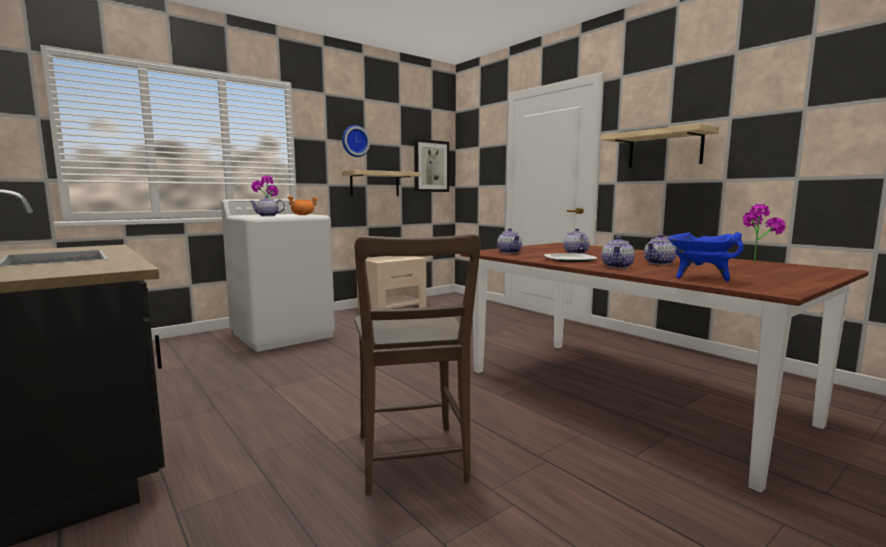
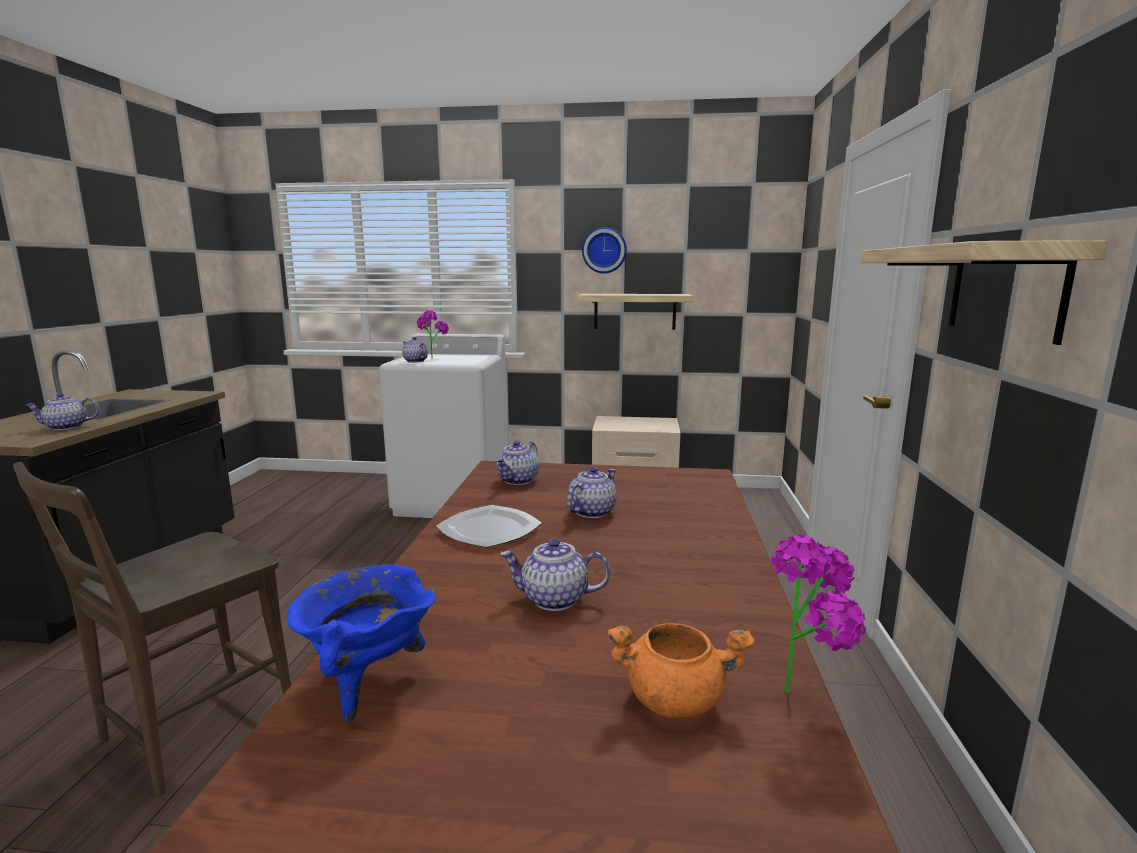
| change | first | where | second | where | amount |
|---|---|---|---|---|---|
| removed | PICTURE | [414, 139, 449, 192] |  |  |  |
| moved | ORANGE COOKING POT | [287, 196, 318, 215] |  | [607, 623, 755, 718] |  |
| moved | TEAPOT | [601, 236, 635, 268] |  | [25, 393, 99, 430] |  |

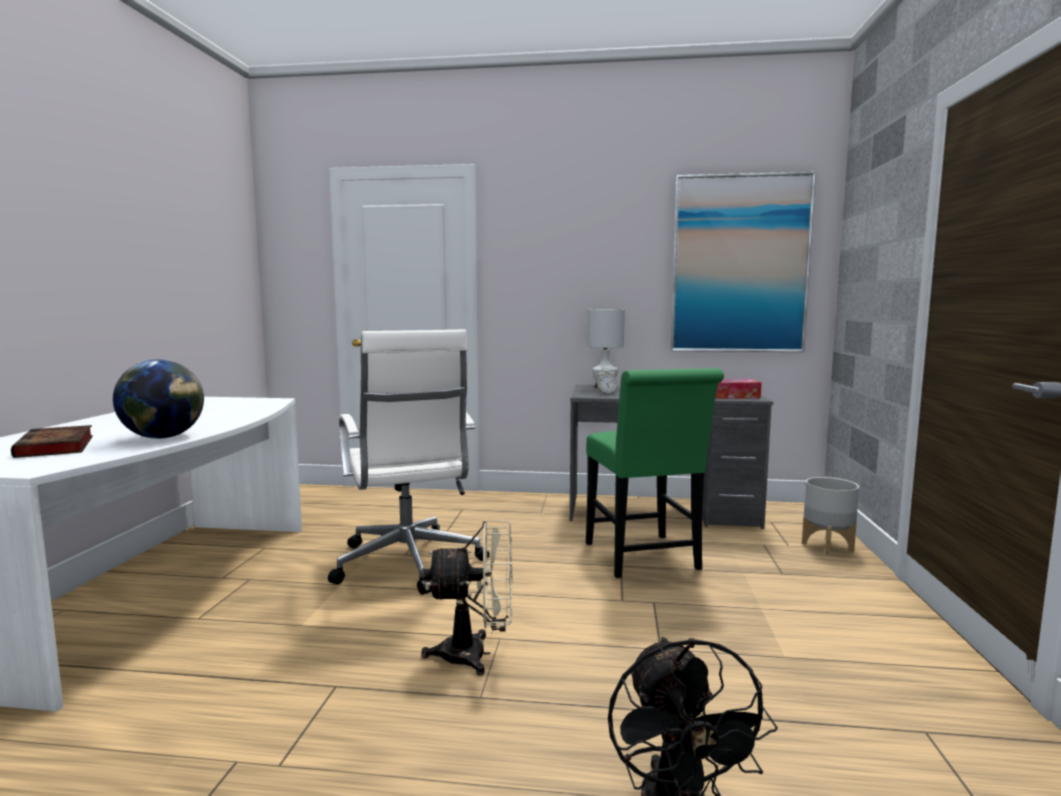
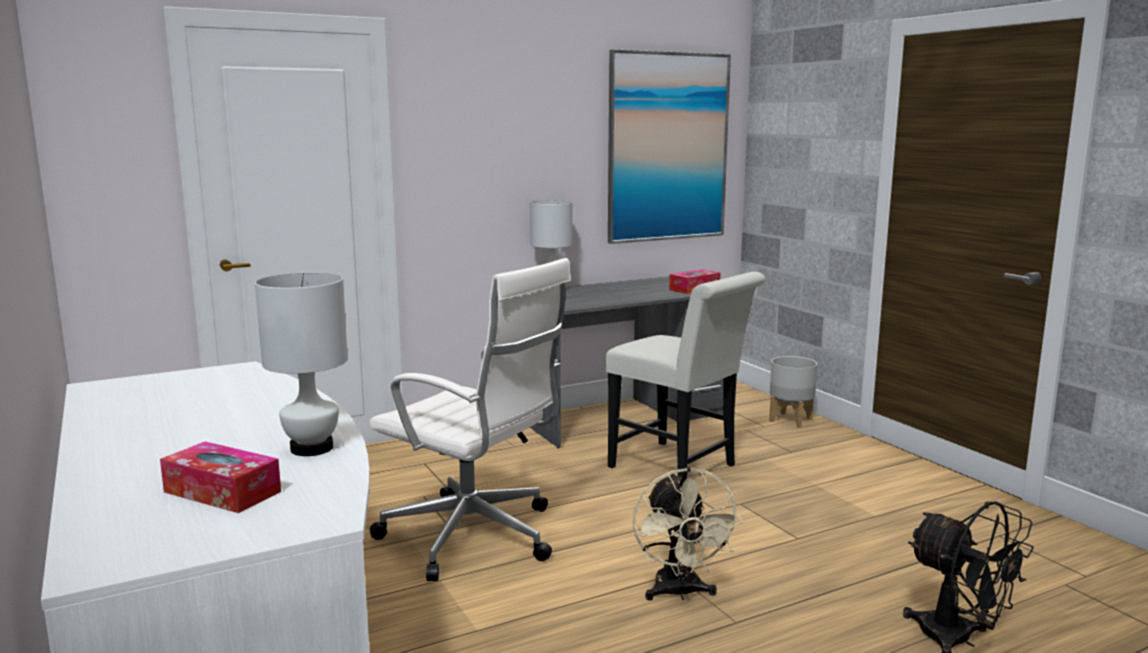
| change | first | where | second | where | amount |
|---|---|---|---|---|---|
| removed | ALARM CLOCK | [596, 368, 617, 394] |  |  |  |
| replaced | BOOK | [11, 425, 93, 458] | TISSUE BOX | [160, 441, 281, 513] |  |
| replaced | GLOBE | [113, 360, 204, 439] | WHITE TABLE LAMP | [255, 273, 348, 456] |  |
| recoloured | GREEN CHAIR | [586, 368, 724, 578] | WHITE CHAIR | [605, 272, 765, 479] |  |
| turned | BEIGE FAN | [421, 520, 512, 676] |  | [633, 467, 743, 600] | 120 degrees clockwise |

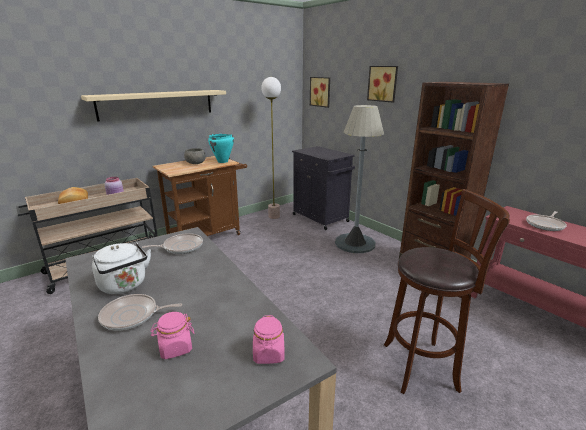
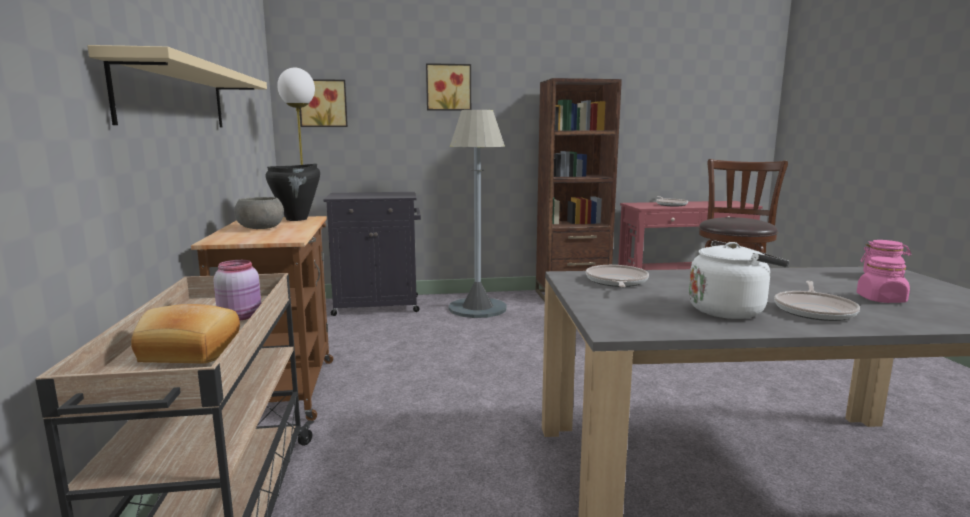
| change | first | where | second | where | amount |
|---|---|---|---|---|---|
| recoloured | TURQUOISE COOKING POT | [208, 134, 234, 163] | BLACK COOKING POT | [266, 163, 320, 221] |  |

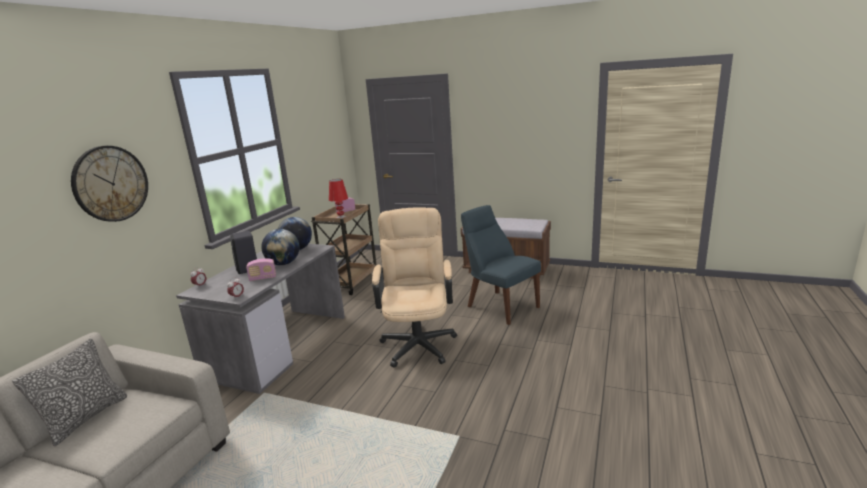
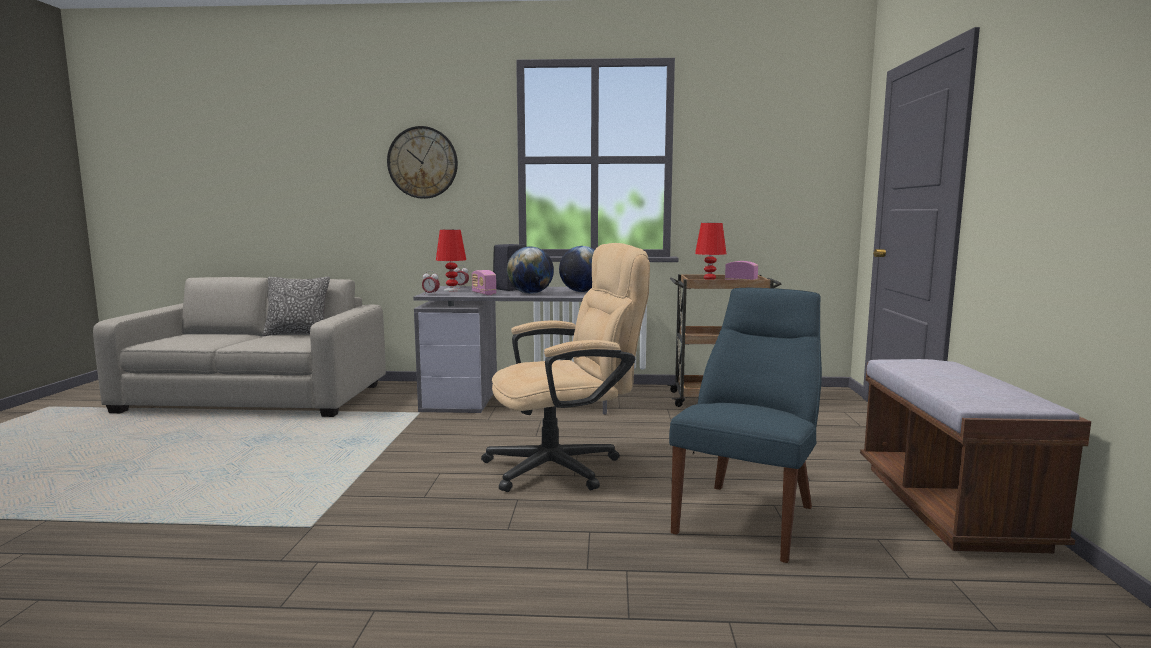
| change | first | where | second | where | amount |
|---|---|---|---|---|---|
| added |  |  | RED TABLE LAMP | [436, 229, 466, 291] |  |

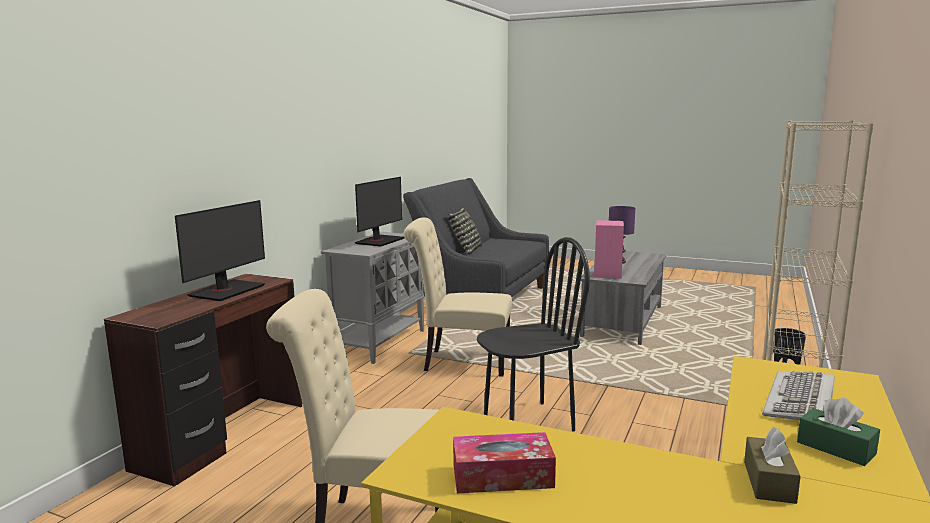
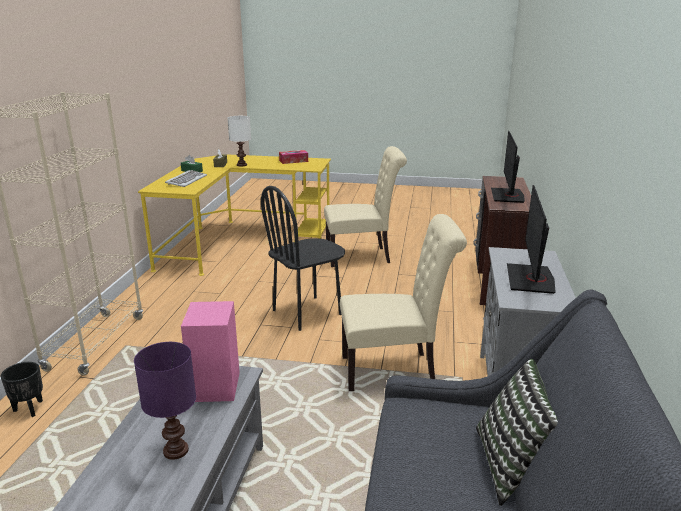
| change | first | where | second | where | amount |
|---|---|---|---|---|---|
| added |  |  | WHITE TABLE LAMP | [228, 116, 251, 167] |  |

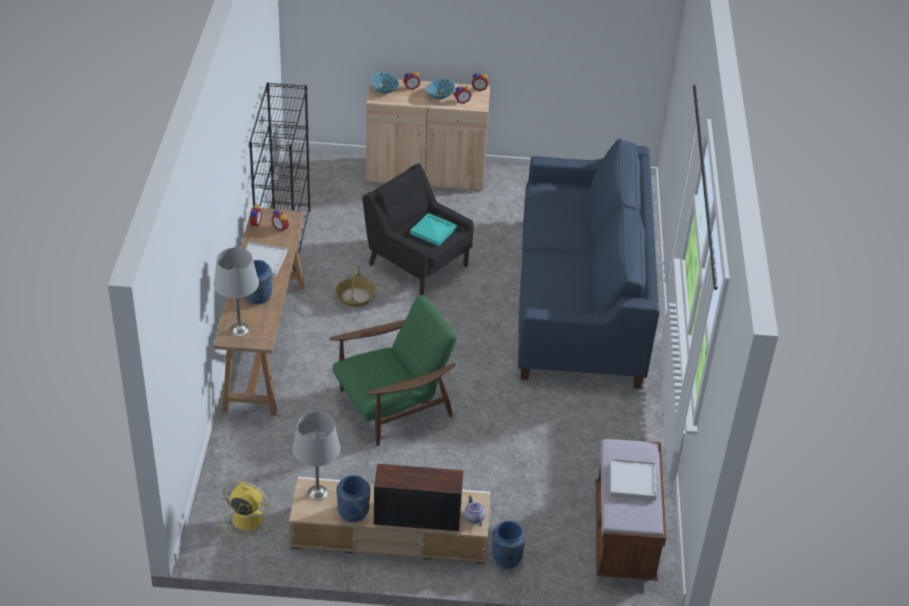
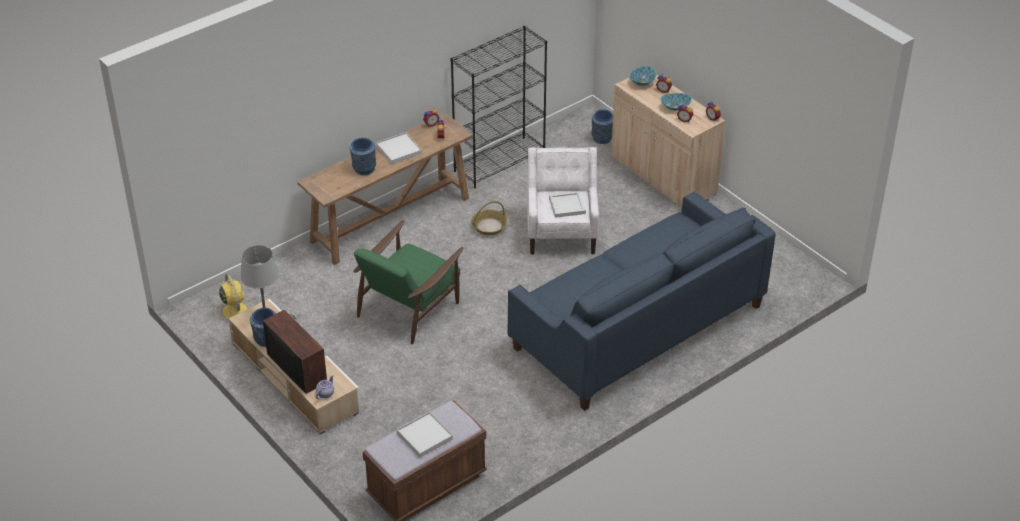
| change | first | where | second | where | amount |
|---|---|---|---|---|---|
| removed | GREY TABLE LAMP | [214, 248, 259, 336] |  |  |  |
| moved | BLUE VASE | [492, 521, 526, 569] |  | [592, 109, 613, 144] |  |
| recoloured | BLACK ARMCHAIR | [362, 164, 474, 295] | WHITE ARMCHAIR | [527, 147, 599, 255] |  |
| recoloured | TURQUOISE TRAY | [410, 213, 457, 246] | WHITE TRAY | [549, 191, 586, 218] |  |
| turned | GREEN ARMCHAIR | [329, 295, 457, 446] |  | [353, 220, 463, 344] | 105 degrees clockwise |

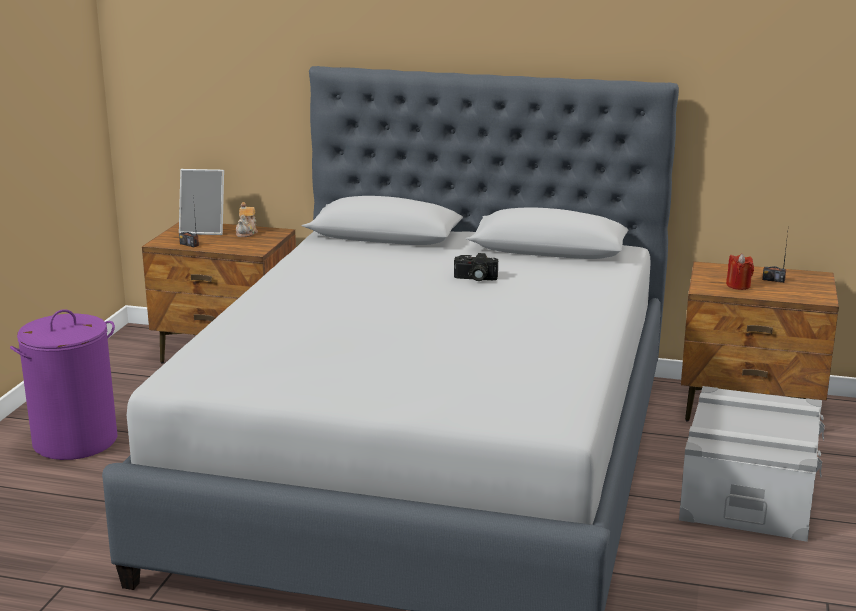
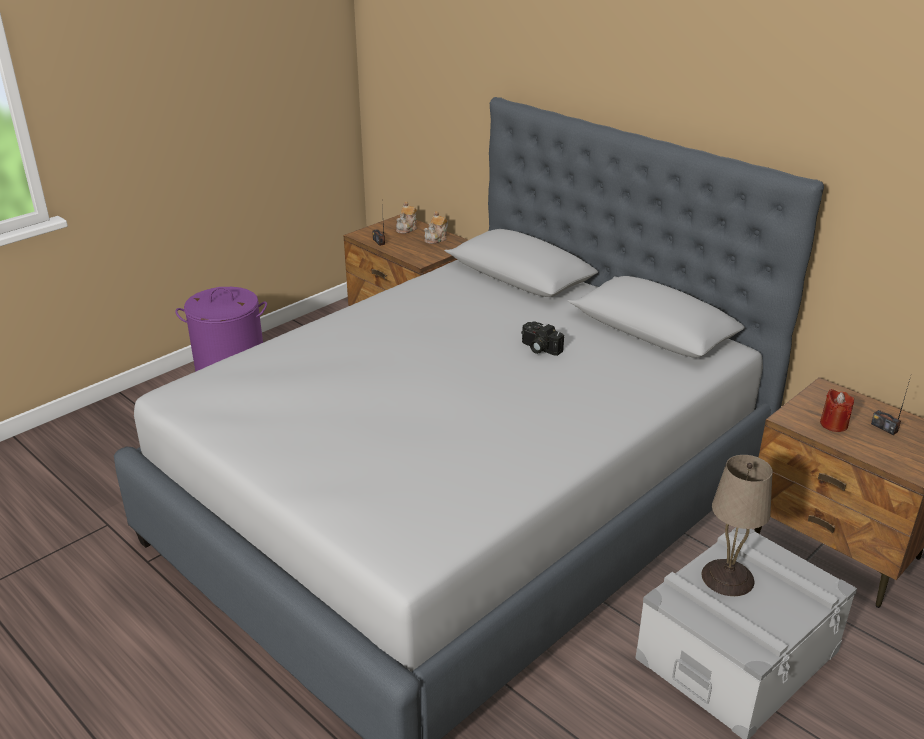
| change | first | where | second | where | amount |
|---|---|---|---|---|---|
| added |  |  | BEIGE TABLE LAMP | [701, 455, 772, 596] |  |
| replaced | PICTURE FRAME | [179, 169, 224, 235] | TEAPOT | [396, 201, 417, 234] |  |

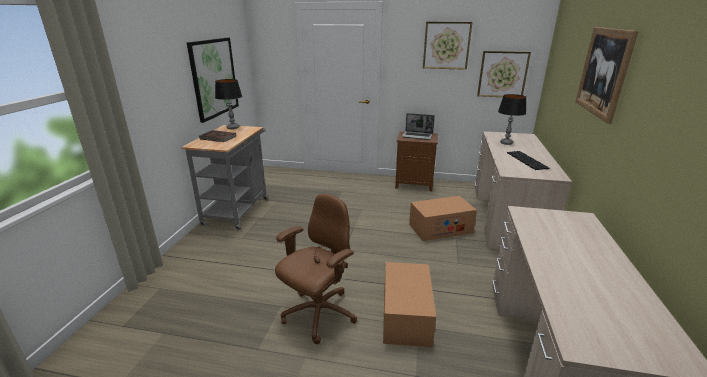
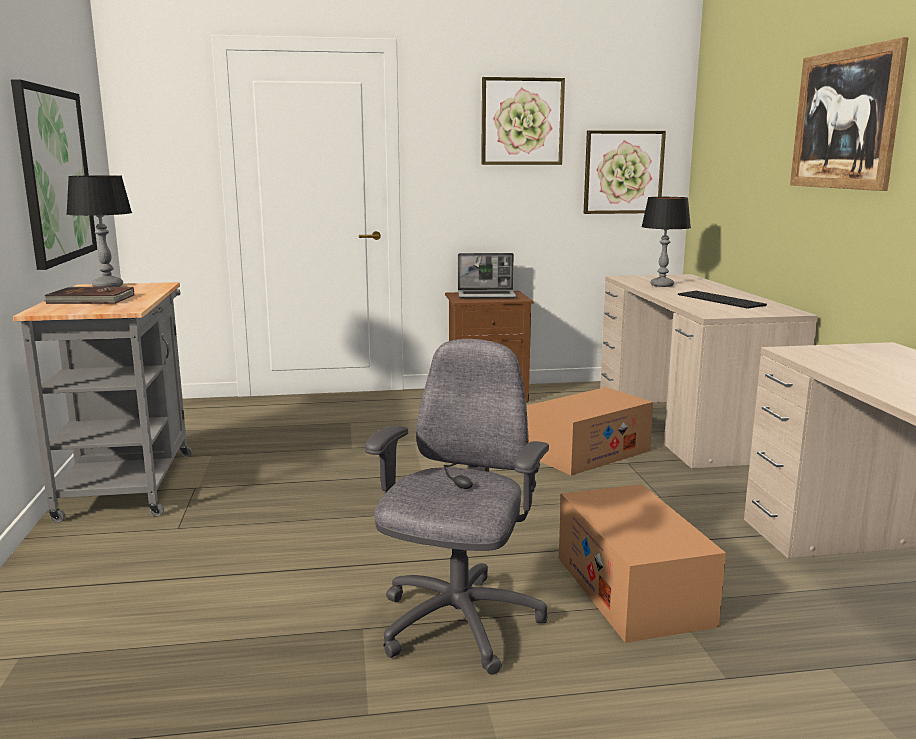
| change | first | where | second | where | amount |
|---|---|---|---|---|---|
| recoloured | BROWN OFFICE CHAIR | [275, 194, 357, 344] | GREY OFFICE CHAIR | [365, 339, 549, 675] |  |

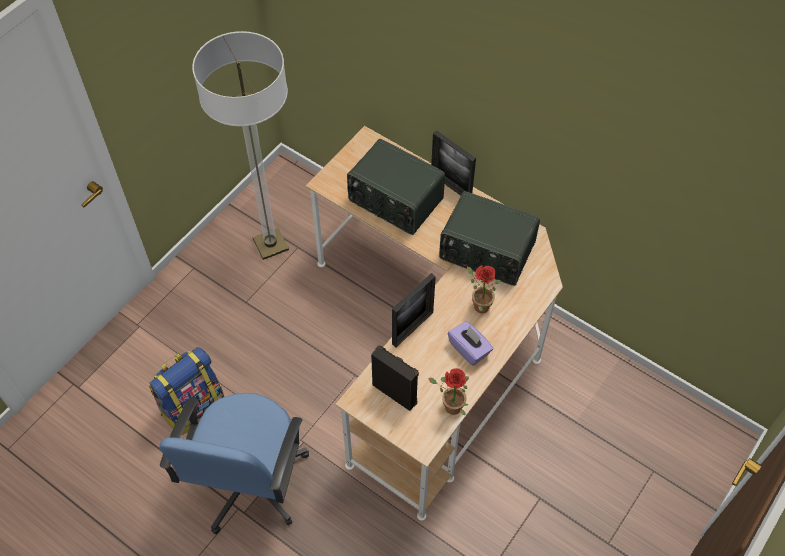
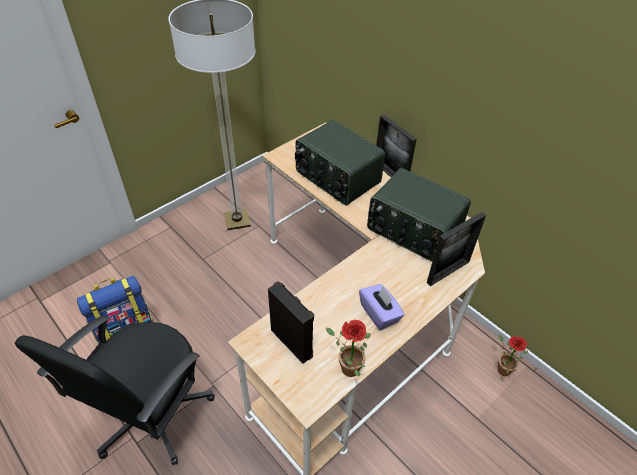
| change | first | where | second | where | amount |
|---|---|---|---|---|---|
| moved | PICTURE FRAME | [392, 273, 436, 347] |  | [427, 212, 486, 286] |  |
| moved | POTTED PLANT | [467, 265, 501, 313] |  | [497, 335, 529, 376] |  |
| recoloured | BLUE OFFICE CHAIR | [159, 393, 309, 534] | BLACK OFFICE CHAIR | [15, 316, 215, 465] |  |

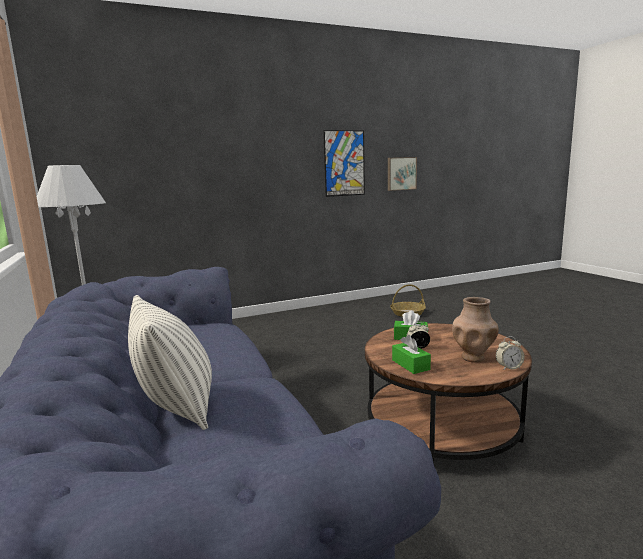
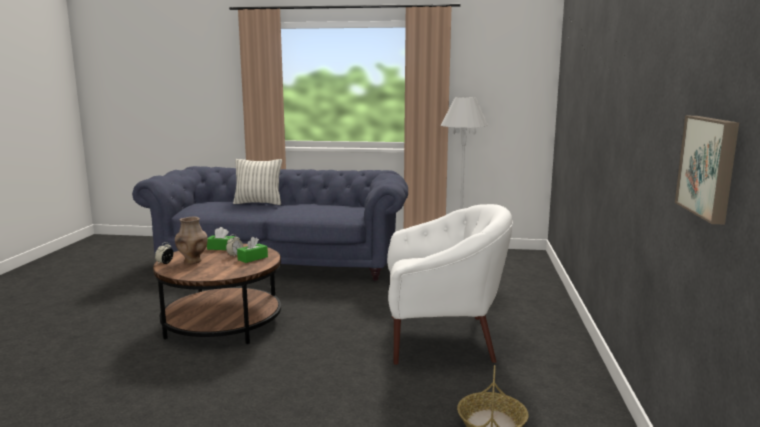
| change | first | where | second | where | amount |
|---|---|---|---|---|---|
| removed | PICTURE | [323, 130, 365, 197] |  |  |  |
| added |  |  | WHITE ARMCHAIR | [387, 204, 513, 365] |  |

